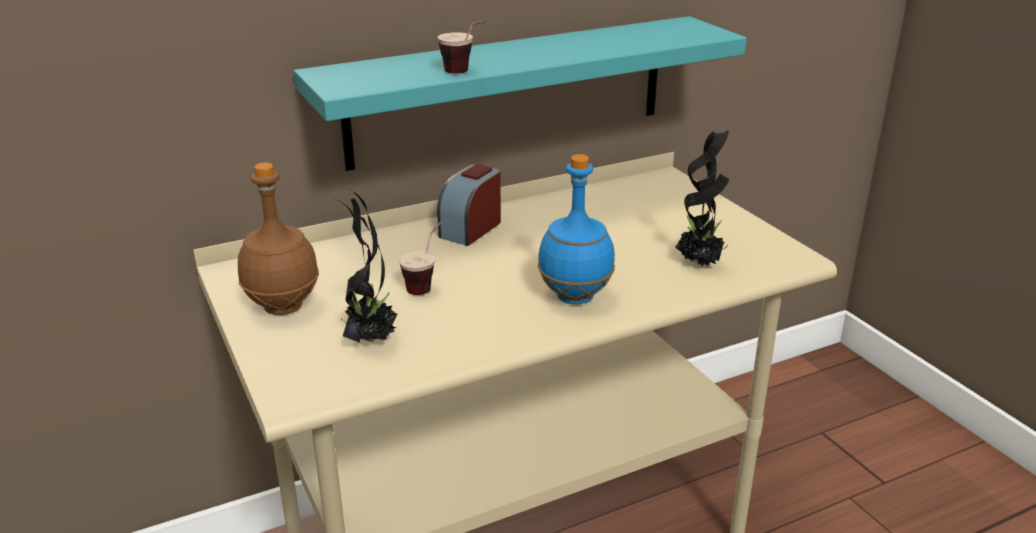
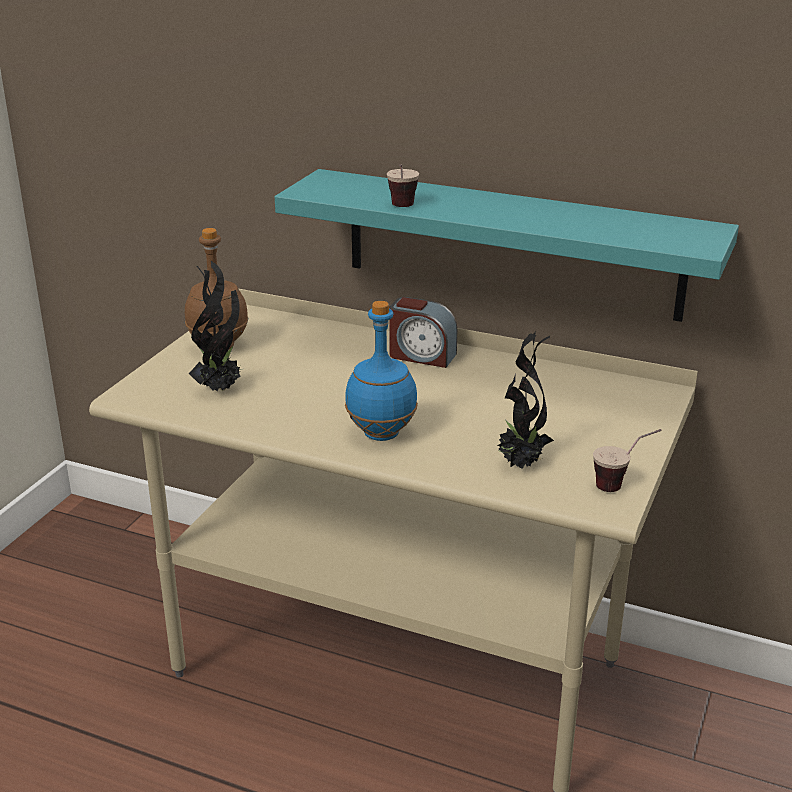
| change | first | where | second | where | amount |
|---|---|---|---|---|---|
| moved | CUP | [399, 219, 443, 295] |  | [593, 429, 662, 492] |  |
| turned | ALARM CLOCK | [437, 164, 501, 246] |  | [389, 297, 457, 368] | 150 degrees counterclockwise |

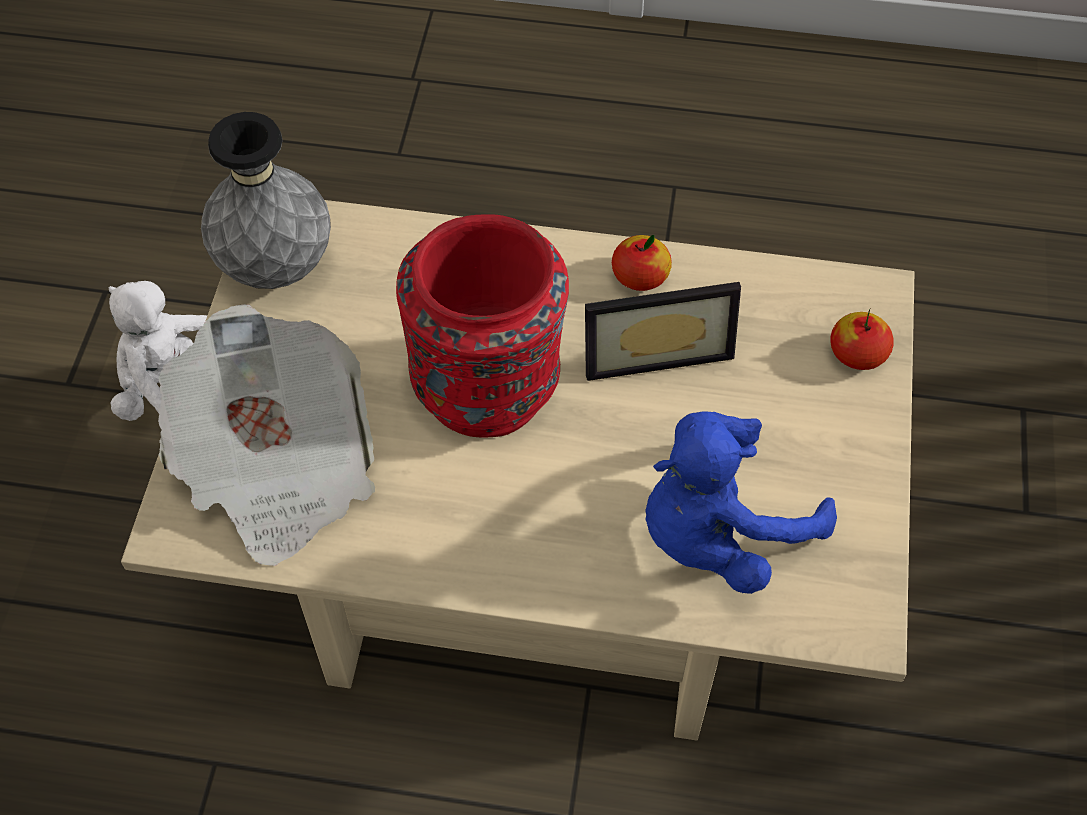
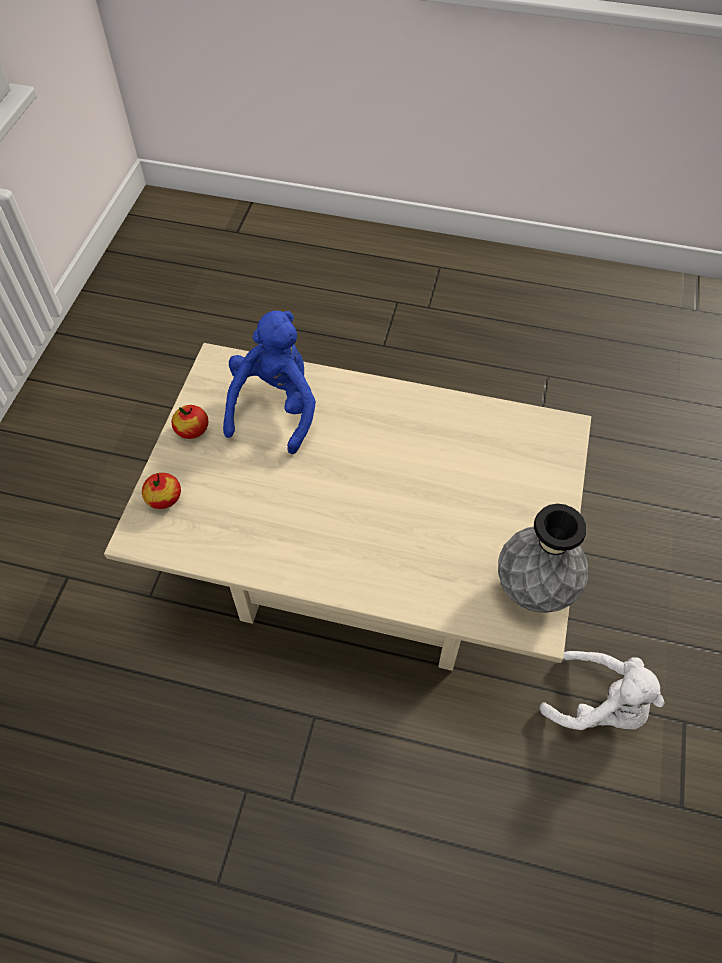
| change | first | where | second | where | amount |
|---|---|---|---|---|---|
| removed | NEWSPAPER | [158, 304, 375, 566] |  |  |  |
| removed | RED VASE | [396, 214, 569, 438] |  |  |  |
| removed | PICTURE FRAME | [585, 282, 741, 381] |  |  |  |
| moved | APPLE | [612, 235, 672, 291] |  | [172, 405, 208, 439] |  |
| turned | BLUE PLUSH TOY | [645, 411, 837, 594] |  | [223, 311, 316, 454] | 45 degrees counterclockwise |

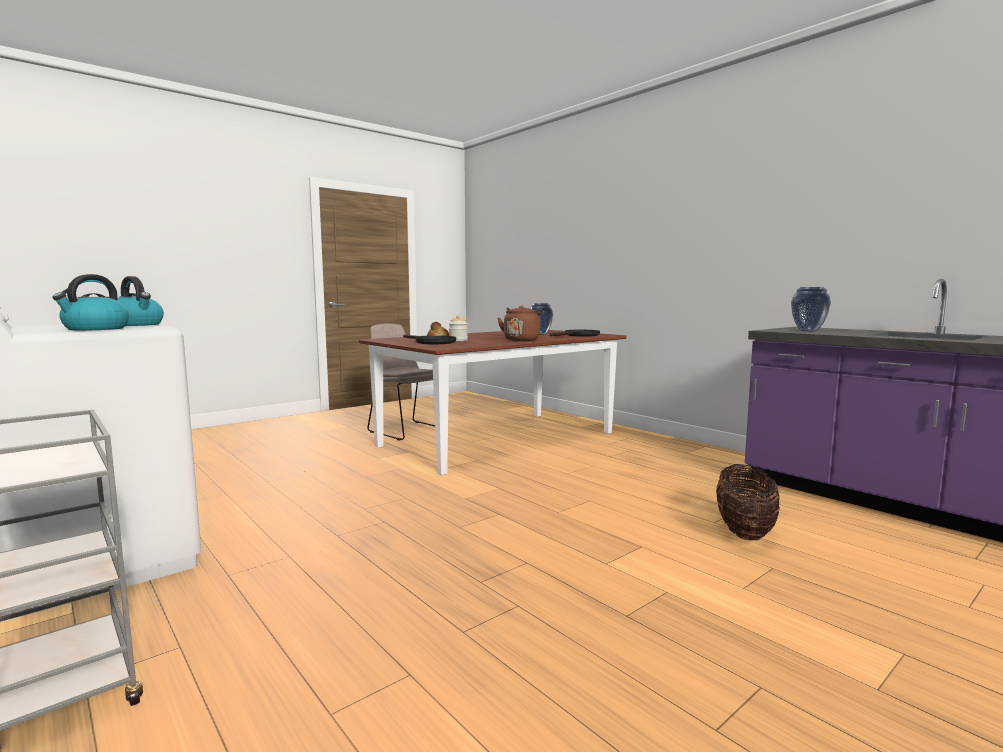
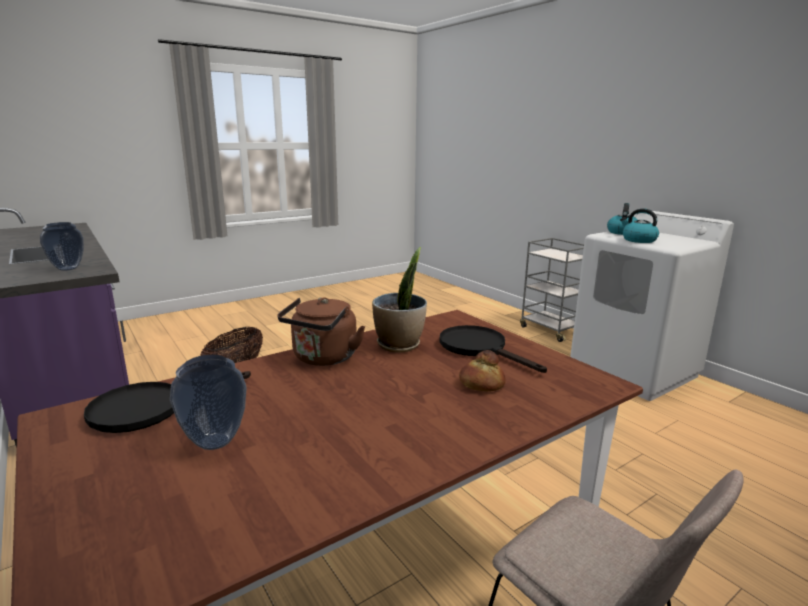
| change | first | where | second | where | amount |
|---|---|---|---|---|---|
| removed | JAR | [449, 315, 468, 341] |  |  |  |
| added |  |  | POTTED PLANT | [372, 247, 427, 352] |  |

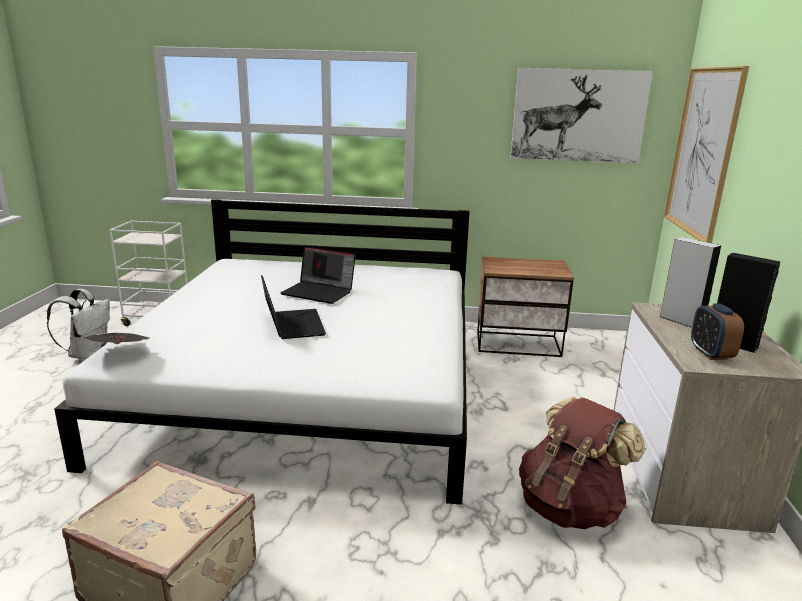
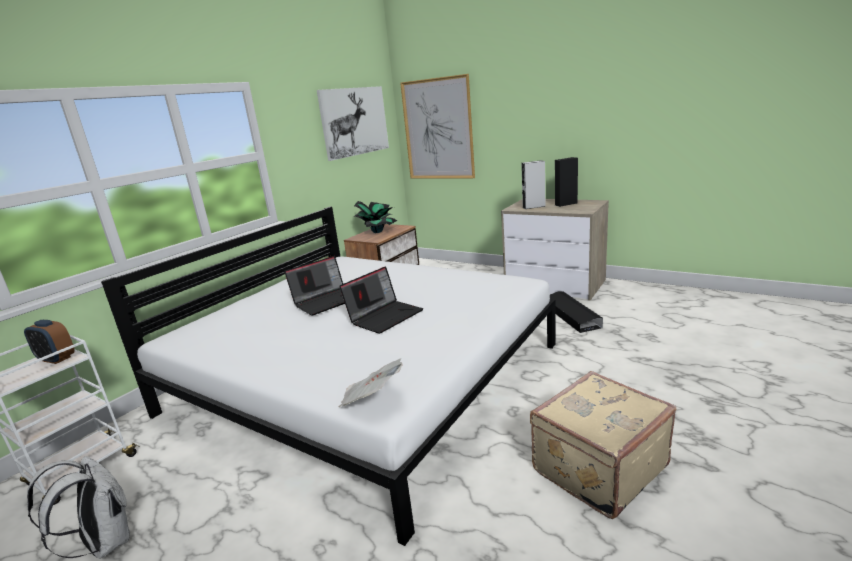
| change | first | where | second | where | amount |
|---|---|---|---|---|---|
| added |  |  | POTTED PLANT | [354, 201, 397, 233] |  |
| moved | ALARM CLOCK | [691, 304, 744, 360] |  | [24, 320, 75, 364] |  |
| replaced | BROWN BACKPACK | [519, 397, 645, 529] | BLACK STORAGE BOX | [550, 291, 603, 333] |  |
| turned | LAPTOP | [261, 275, 326, 339] |  | [339, 266, 423, 334] | 120 degrees clockwise |

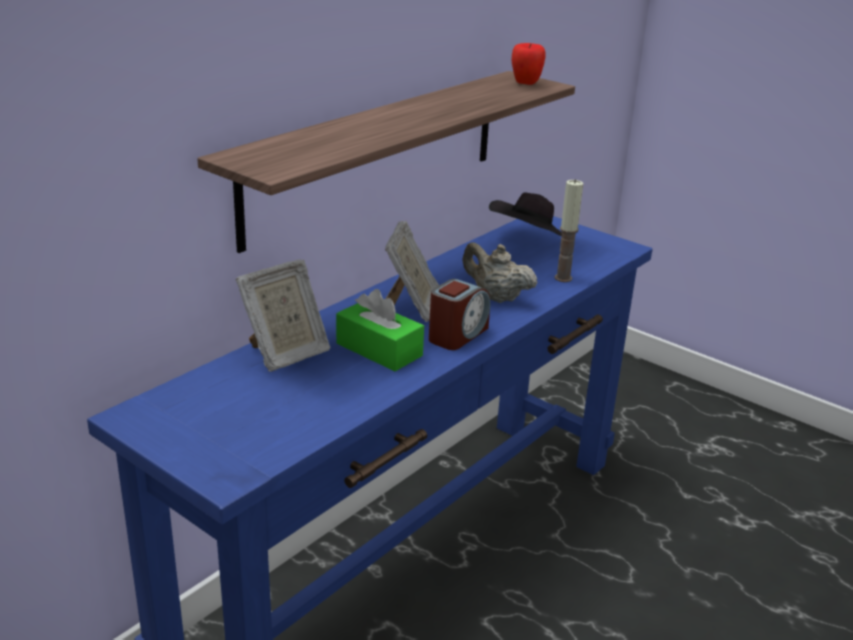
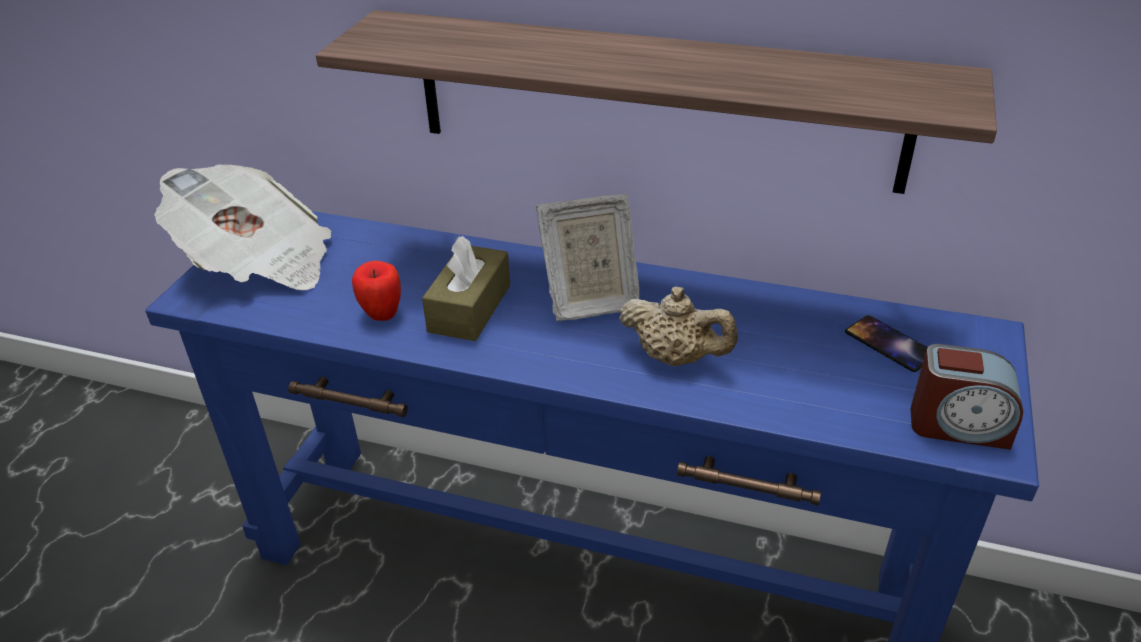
| change | first | where | second | where | amount |
|---|---|---|---|---|---|
| removed | PICTURE FRAME | [236, 259, 330, 372] |  |  |  |
| removed | CANDLE | [555, 179, 583, 282] |  |  |  |
| added |  |  | NEWSPAPER | [154, 164, 331, 290] |  |
| moved | ALARM CLOCK | [429, 279, 490, 350] |  | [911, 344, 1024, 450] |  |
| moved | APPLE | [512, 43, 546, 85] |  | [352, 261, 401, 321] |  |
| replaced | BLACK HAT | [489, 192, 562, 237] | PHONE | [845, 315, 928, 372] |  |
| recoloured | GREEN TISSUE BOX | [336, 289, 424, 371] | BROWN TISSUE BOX | [422, 236, 510, 341] |  |
| turned | BEIGE TEAPOT | [462, 242, 537, 303] |  | [619, 286, 738, 366] | 105 degrees clockwise |

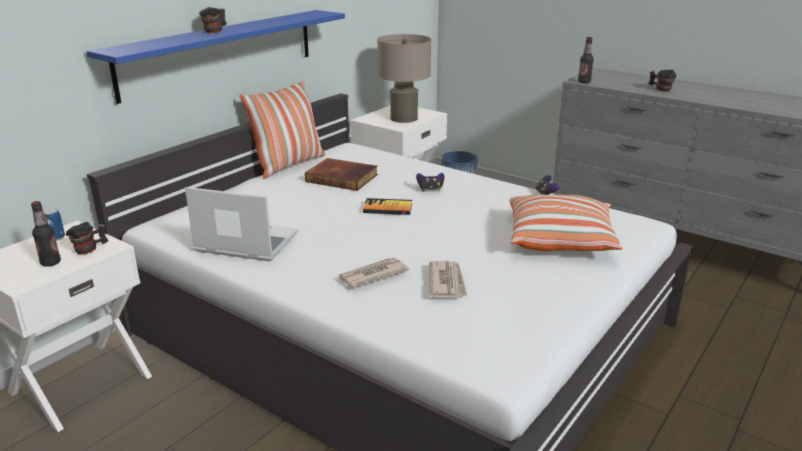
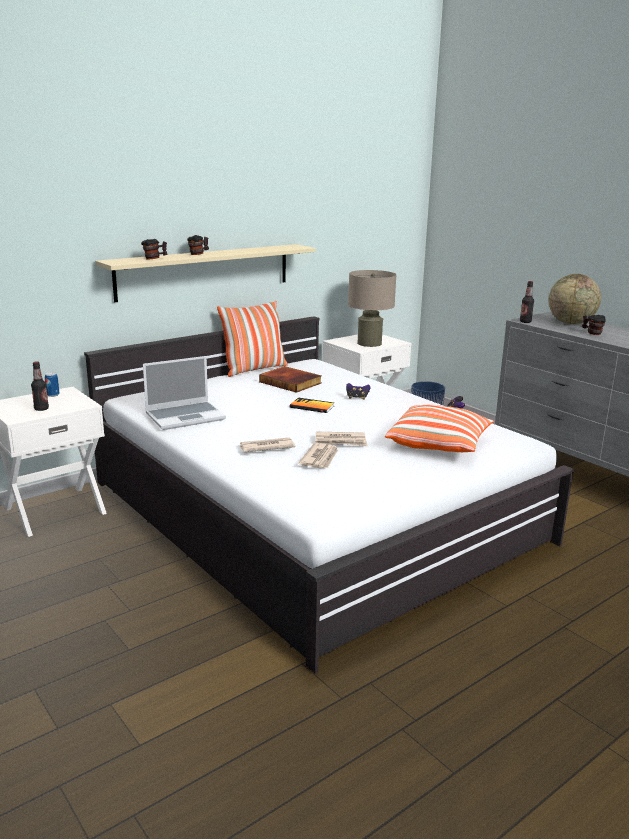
| change | first | where | second | where | amount |
|---|---|---|---|---|---|
| added |  |  | NEWSPAPER | [316, 432, 367, 446] |  |
| added |  |  | GLOBE | [549, 274, 601, 324] |  |
| moved | MUG | [66, 222, 108, 255] |  | [141, 239, 168, 260] |  |
| recoloured | BLUE SHELF | [86, 10, 345, 104] | BEIGE SHELF | [95, 244, 316, 302] |  |
| turned | LAPTOP | [185, 187, 298, 261] |  | [143, 356, 226, 430] | 120 degrees clockwise |

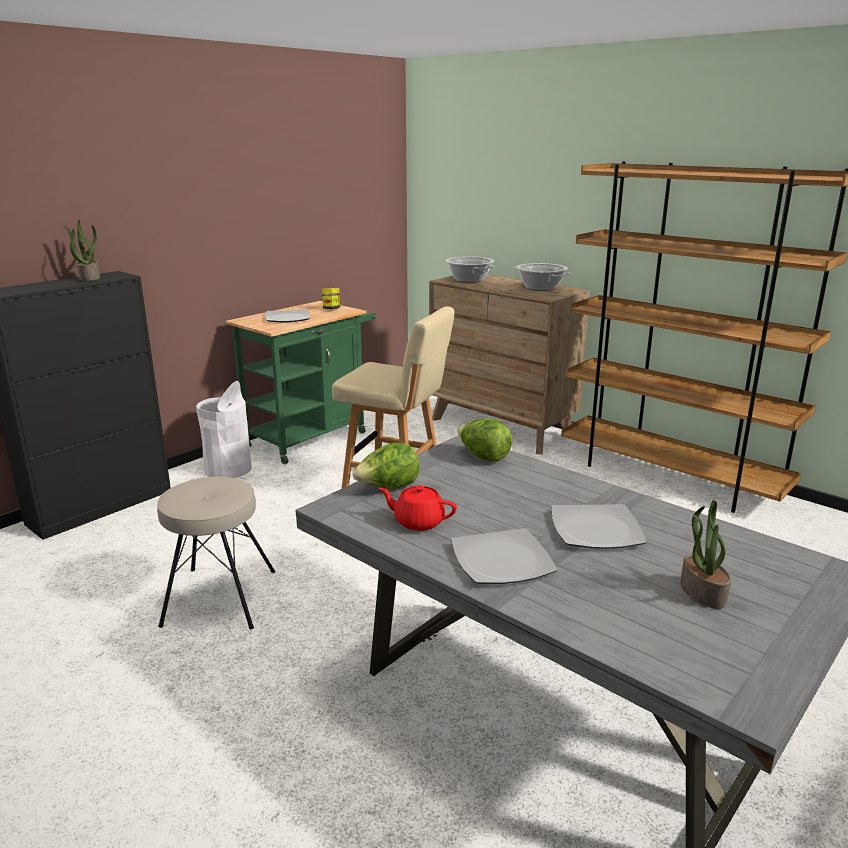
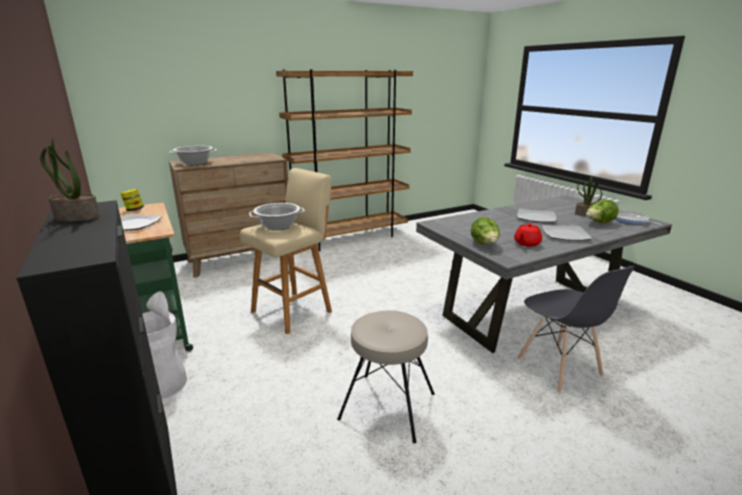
| change | first | where | second | where | amount |
|---|---|---|---|---|---|
| added |  |  | GREY CHAIR | [517, 266, 635, 393] |  |
| added |  |  | FRYING PAN | [614, 211, 662, 225] |  |
| moved | LETTUCE | [457, 419, 512, 462] |  | [586, 200, 618, 223] |  |
| moved | COOKING POT | [514, 263, 571, 291] |  | [249, 203, 305, 231] |  |

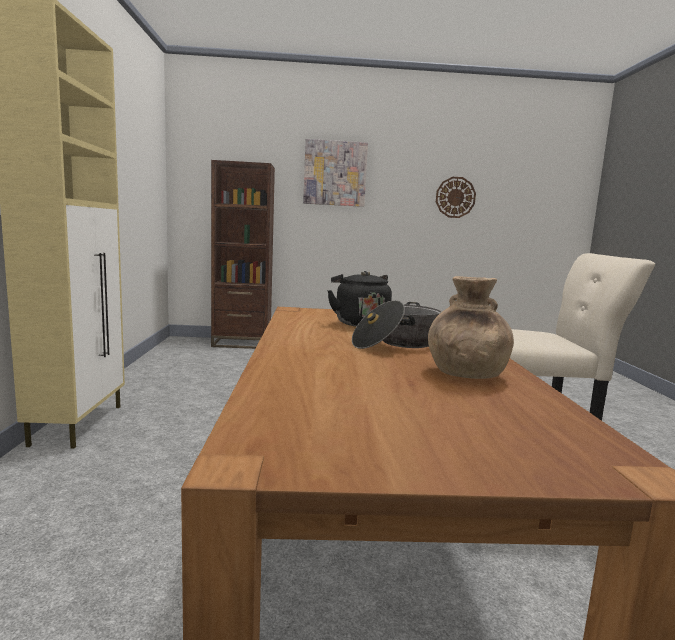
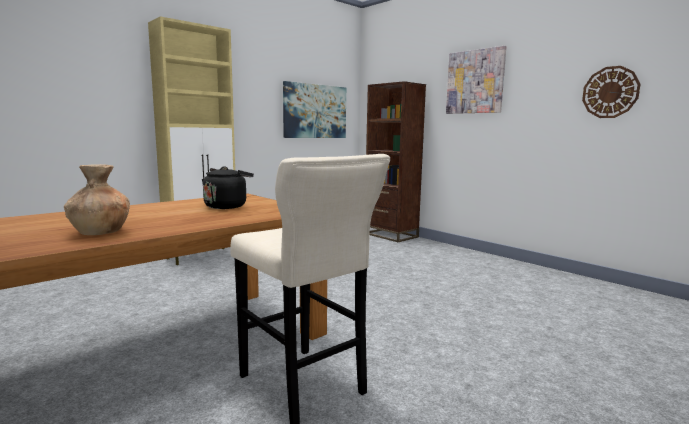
| change | first | where | second | where | amount |
|---|---|---|---|---|---|
| removed | COOKING POT | [352, 300, 442, 349] |  |  |  |
| added |  |  | PICTURE | [283, 81, 346, 138] |  |

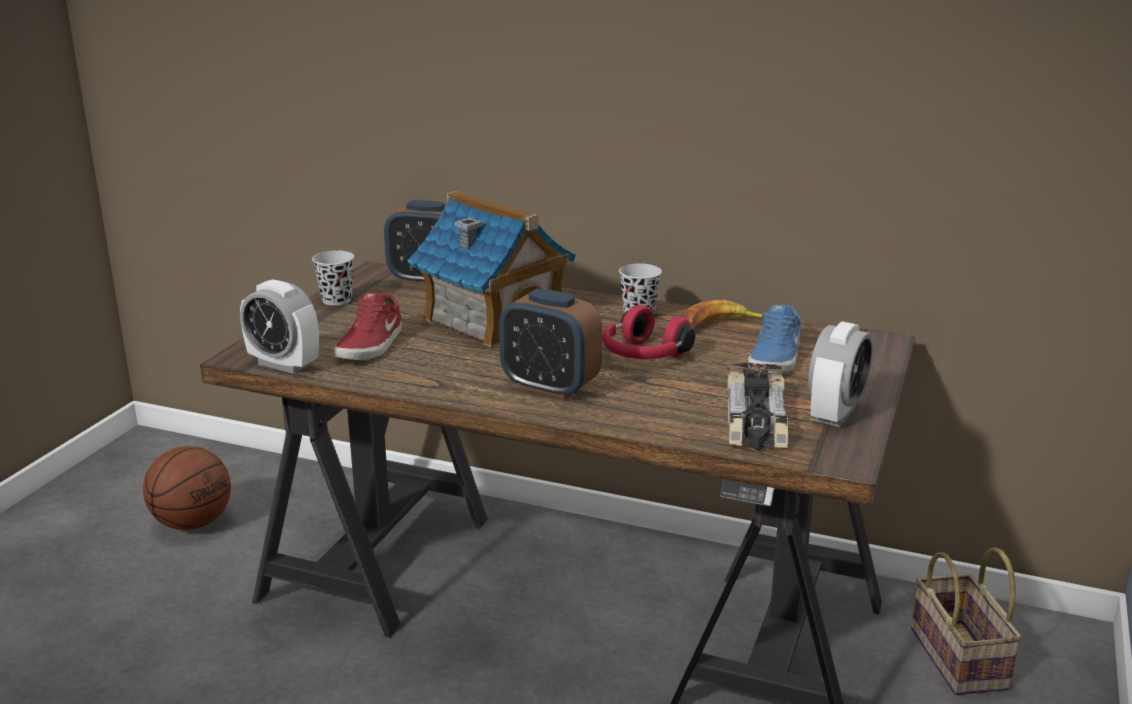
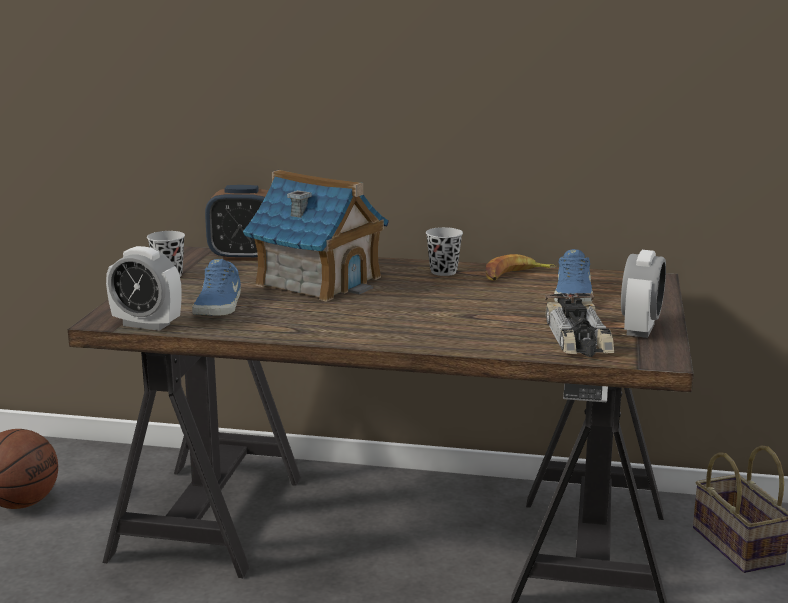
| change | first | where | second | where | amount |
|---|---|---|---|---|---|
| removed | ALARM CLOCK | [499, 289, 603, 399] |  |  |  |
| removed | RED HEADPHONES | [602, 305, 695, 359] |  |  |  |
| recoloured | RED SHOE | [334, 293, 402, 360] | BLUE SHOE | [192, 259, 241, 316] |  |

